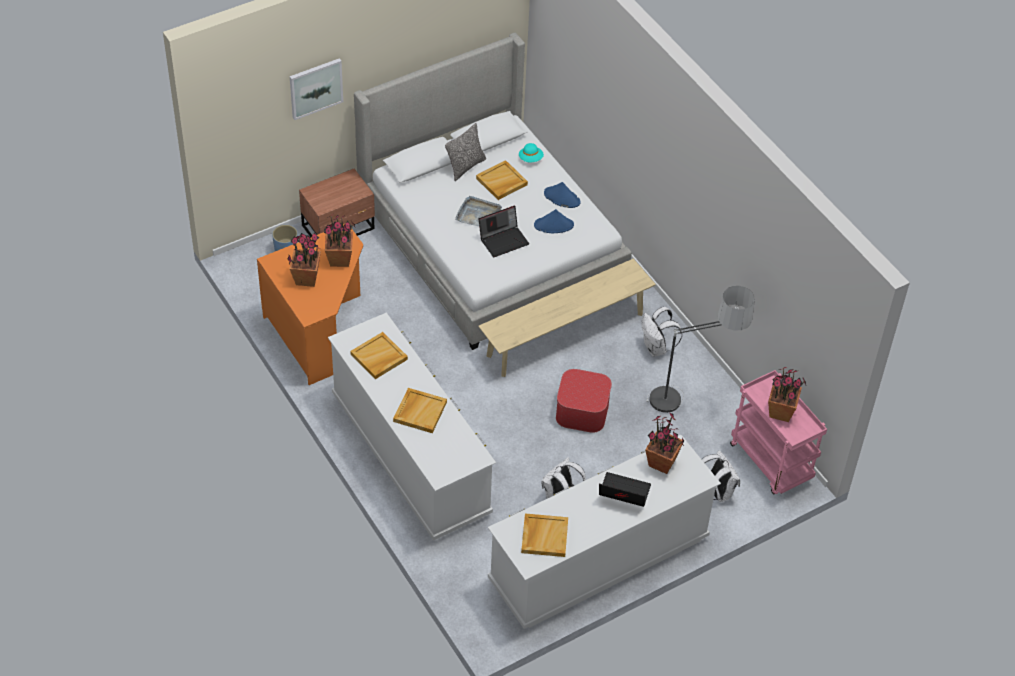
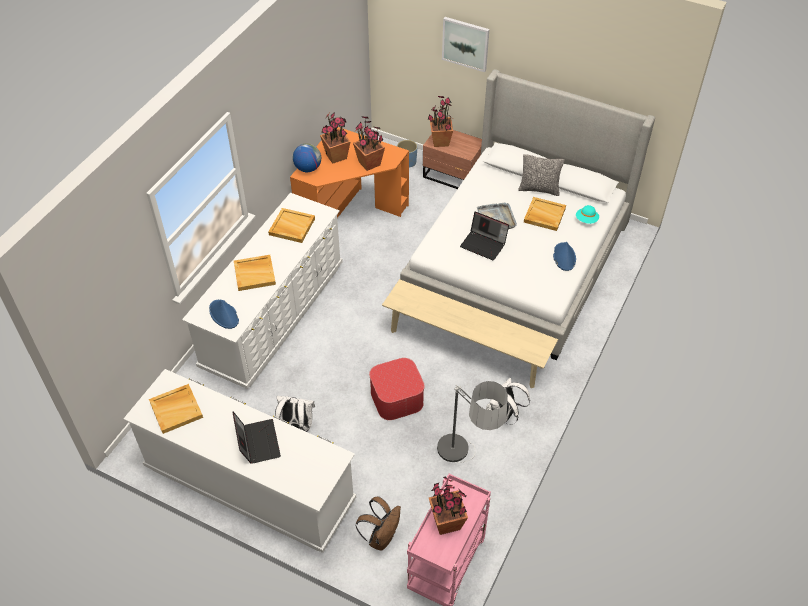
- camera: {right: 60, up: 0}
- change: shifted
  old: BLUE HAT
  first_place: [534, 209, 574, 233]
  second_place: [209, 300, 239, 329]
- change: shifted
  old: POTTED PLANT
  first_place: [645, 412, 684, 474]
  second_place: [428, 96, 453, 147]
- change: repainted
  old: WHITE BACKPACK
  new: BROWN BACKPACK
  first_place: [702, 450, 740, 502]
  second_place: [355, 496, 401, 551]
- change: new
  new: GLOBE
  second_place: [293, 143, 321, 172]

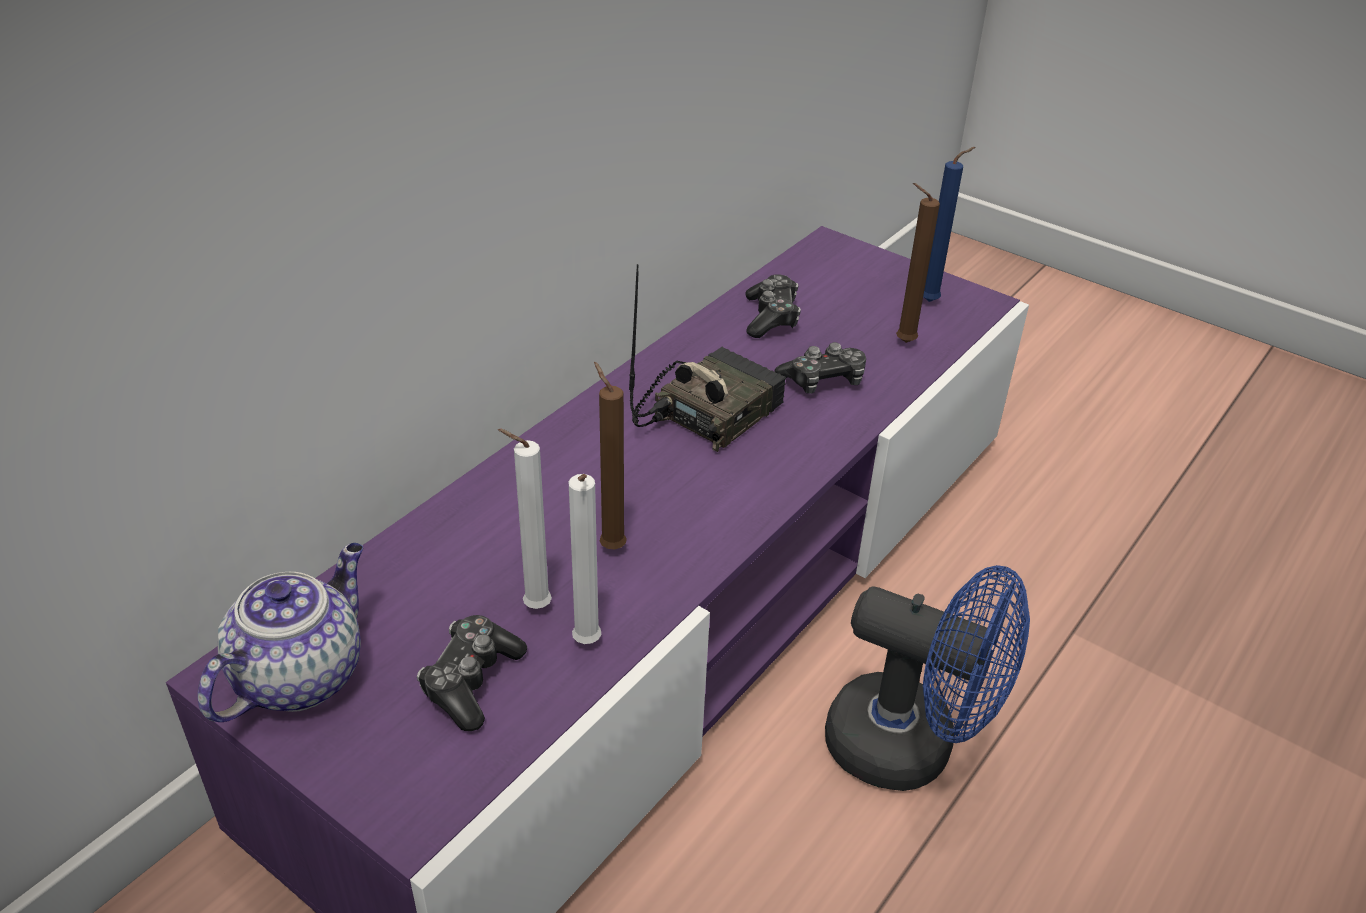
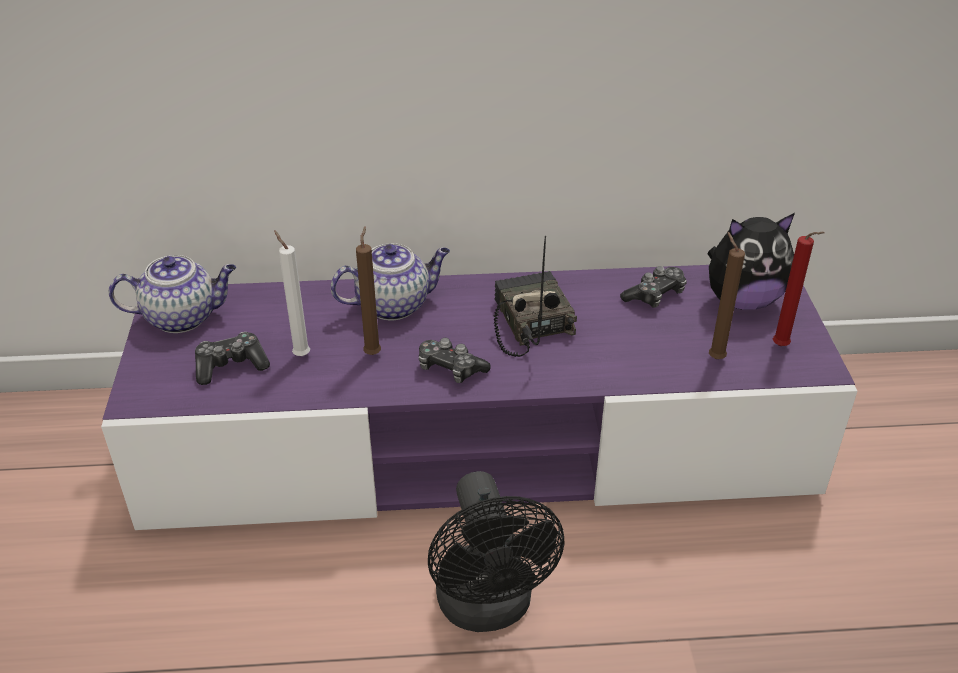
- camera: {right: 50, up: 0}
- change: gone
  old: WHITE CANDLE
  first_place: [568, 474, 601, 644]
- change: rotated
  old: RADIO
  first_place: [629, 264, 786, 452]
  second_place: [493, 236, 577, 357]
  degrees: -105
- change: shifted
  old: GAME CONTROLLER
  first_place: [775, 342, 866, 394]
  second_place: [419, 338, 491, 383]
- change: repainted
  old: BLUE FAN
  new: BLACK FAN
  first_place: [825, 565, 1030, 791]
  second_place: [428, 471, 565, 632]
- change: repainted
  old: BLUE CANDLE
  new: RED CANDLE
  first_place: [923, 147, 975, 302]
  second_place: [773, 232, 825, 346]
- change: new
  new: TEAPOT
  second_place: [331, 243, 450, 320]
- change: new
  new: PLUSH TOY
  second_place: [707, 213, 795, 310]

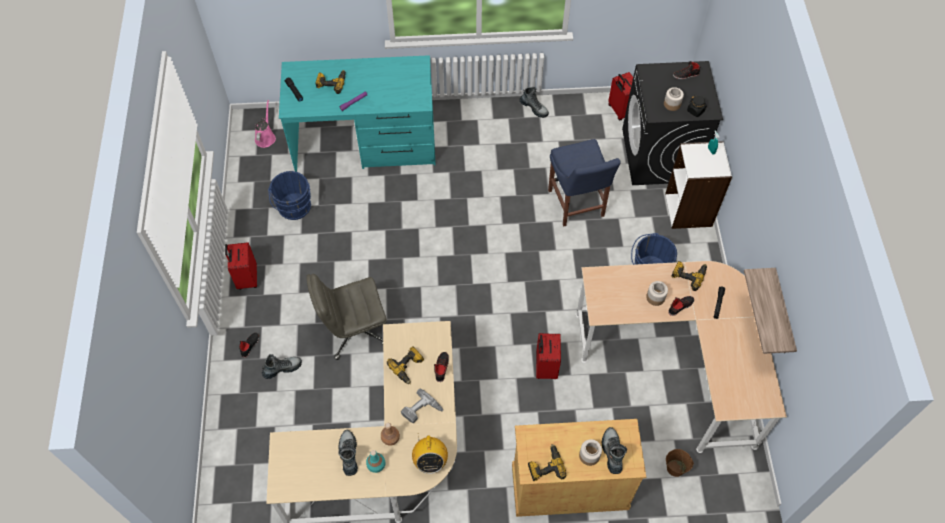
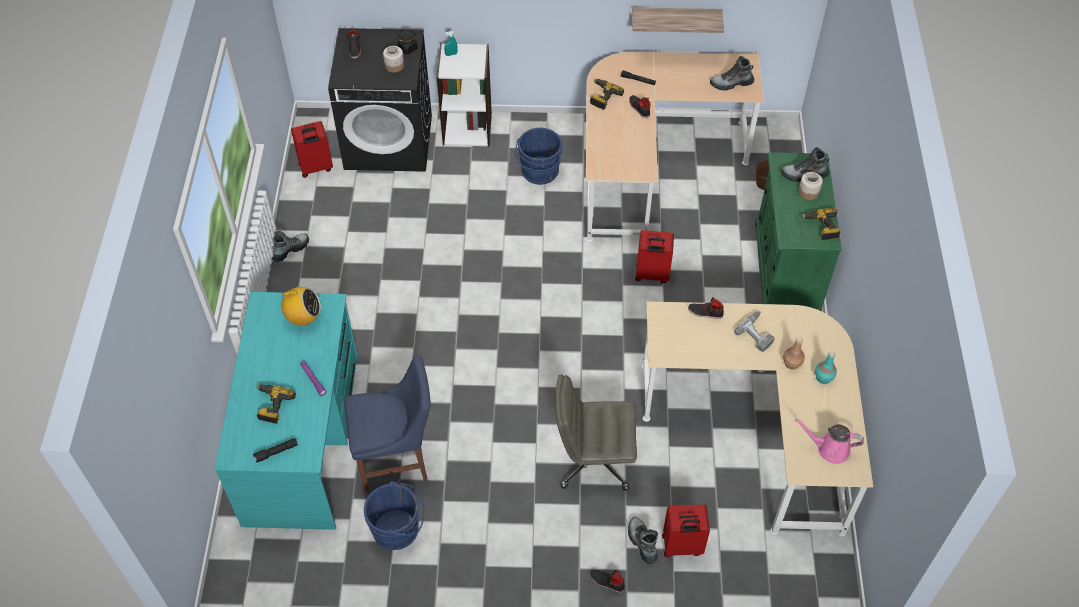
- camera: {right: -85, up: -5}
- change: shifted
  old: RED SUITCASE
  first_place: [225, 242, 257, 290]
  second_place: [662, 505, 710, 557]
- change: shifted
  old: PINK WATERING CAN
  first_place: [255, 100, 276, 148]
  second_place: [795, 419, 864, 464]
- change: rotated
  old: GREY OFFICE CHAIR
  first_place: [306, 274, 387, 360]
  second_place: [555, 374, 637, 491]
  degrees: 105
- change: shifted
  old: BOOT
  first_place: [338, 430, 358, 476]
  second_place: [710, 56, 754, 90]
- change: gone
  old: POWER DRILL
  first_place: [387, 346, 424, 384]
- change: shifted
  old: RADIO
  first_place: [412, 433, 448, 474]
  second_place: [277, 287, 321, 325]
- change: repainted
  old: BEIGE CABINET
  new: GREEN CABINET
  first_place: [512, 419, 646, 517]
  second_place: [755, 152, 842, 311]
- change: shifted
  old: BLUE CHAIR
  first_place: [548, 139, 621, 227]
  second_place: [344, 356, 431, 493]
- change: gone
  old: JAR
  first_place: [646, 281, 668, 306]

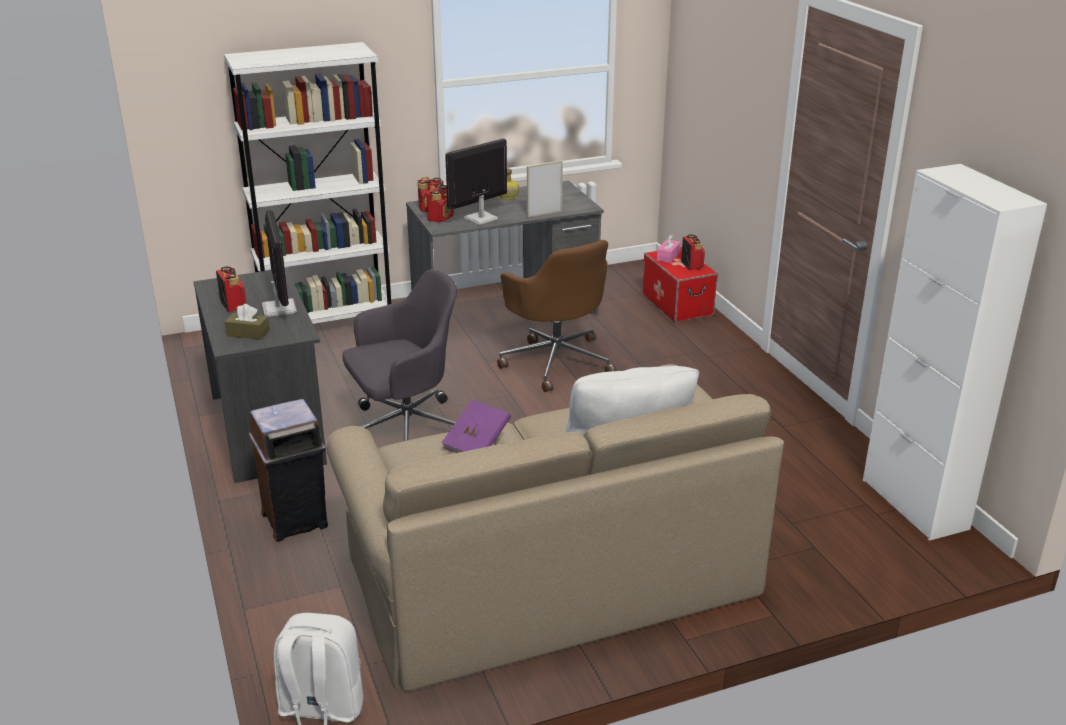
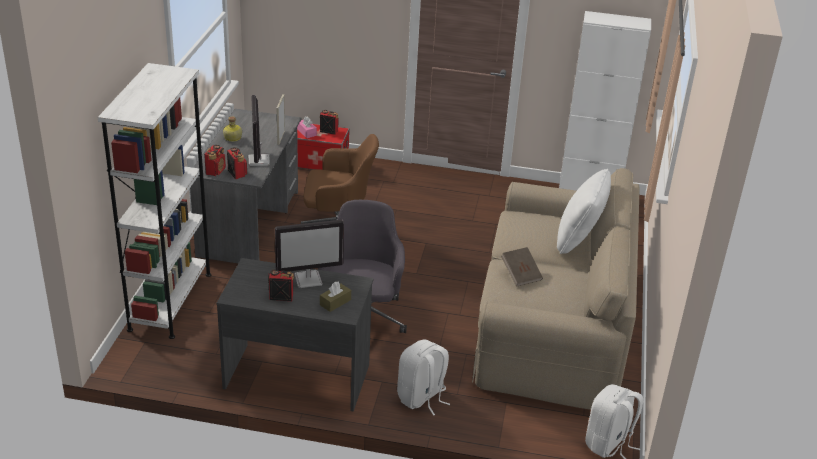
- camera: {right: -60, up: 5}
- change: swapped
  old: BROWN TRASH CAN
  new: WHITE BACKPACK
  first_place: [249, 399, 328, 541]
  second_place: [397, 339, 450, 416]
- change: rotated
  old: MONITOR
  first_place: [262, 210, 297, 317]
  second_place: [275, 219, 344, 288]
  degrees: 150
- change: repainted
  old: PURPLE BOOK
  new: BROWN BOOK
  first_place: [441, 400, 511, 453]
  second_place: [501, 247, 543, 287]

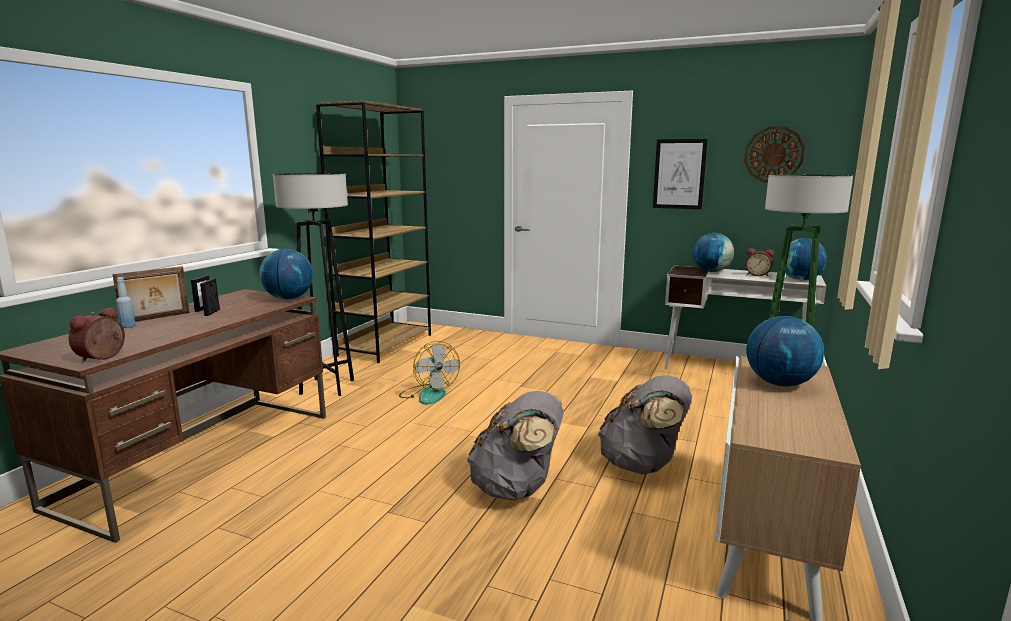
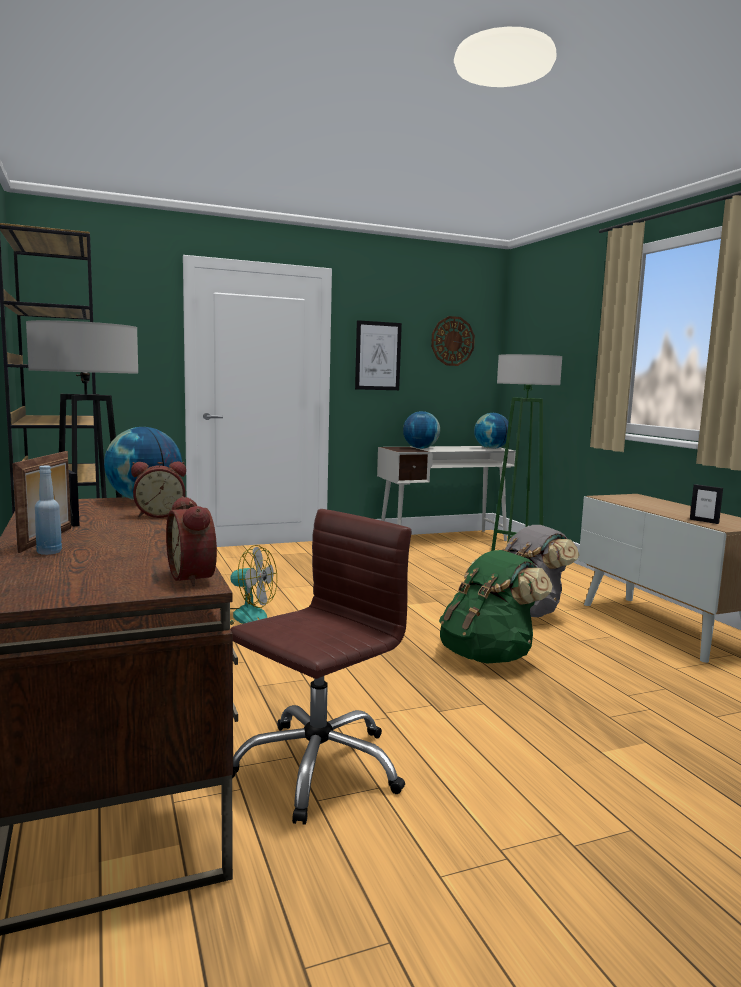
- camera: {right: -45, up: -5}
- change: shifted
  old: PICTURE FRAME
  first_place: [200, 278, 220, 316]
  second_place: [690, 484, 723, 524]
- change: repainted
  old: GREY BACKPACK
  new: GREEN BACKPACK
  first_place: [467, 391, 564, 500]
  second_place: [439, 550, 552, 664]
- change: shifted
  old: ALARM CLOCK
  first_place: [746, 248, 774, 276]
  second_place: [131, 461, 186, 518]
- change: gone
  old: GLOBE
  first_place: [746, 316, 824, 387]
- change: new
  new: BROWN OFFICE CHAIR
  second_place: [230, 509, 411, 825]

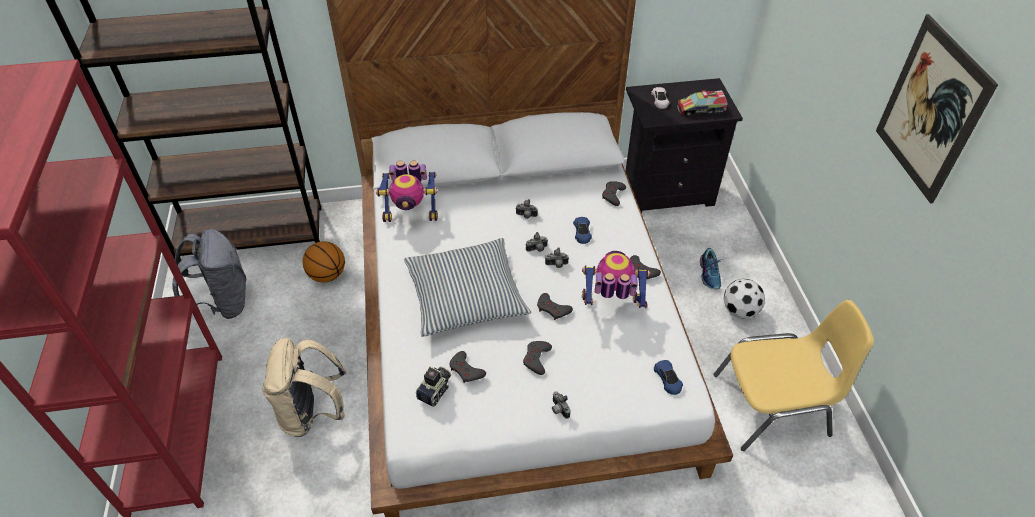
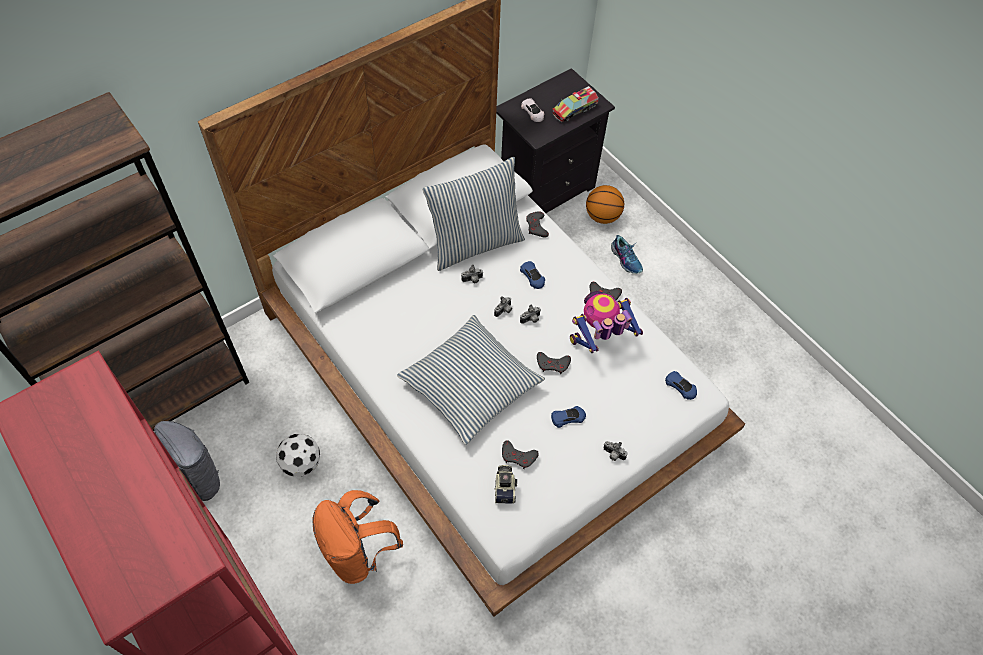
- camera: {right: -30, up: 10}
- change: repainted
  old: BEIGE BACKPACK
  new: ORANGE BACKPACK
  first_place: [262, 337, 346, 437]
  second_place: [312, 490, 403, 584]
- change: shifted
  old: BASKETBALL
  first_place: [303, 241, 345, 283]
  second_place: [586, 185, 624, 224]
- change: gone
  old: TOY ROBOT
  first_place: [376, 161, 438, 222]
- change: swapped
  old: GREY GAME CONTROLLER
  new: BLUE TOY CAR
  first_place: [523, 341, 552, 375]
  second_place: [551, 406, 586, 428]
- change: gone
  old: YELLOW CHAIR
  first_place: [713, 300, 874, 451]
- change: shifted
  old: FOOTBALL
  first_place: [724, 279, 765, 319]
  second_place: [276, 434, 320, 477]
- change: gone
  old: PICTURE
  first_place: [876, 14, 998, 204]
- change: new
  new: PILLOW
  second_place: [422, 157, 525, 271]

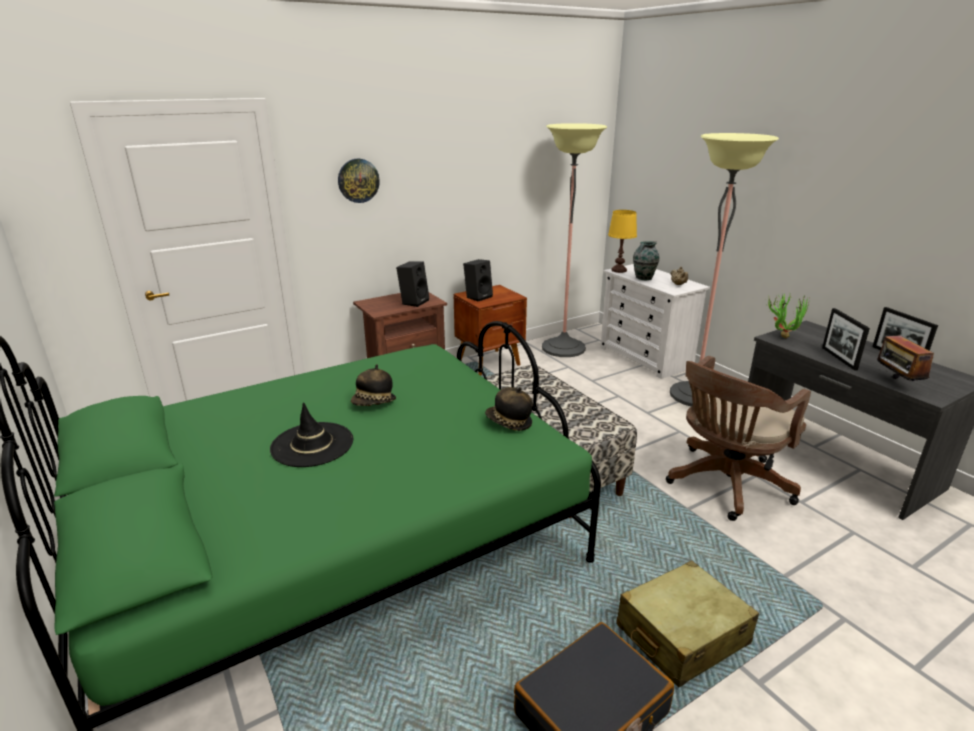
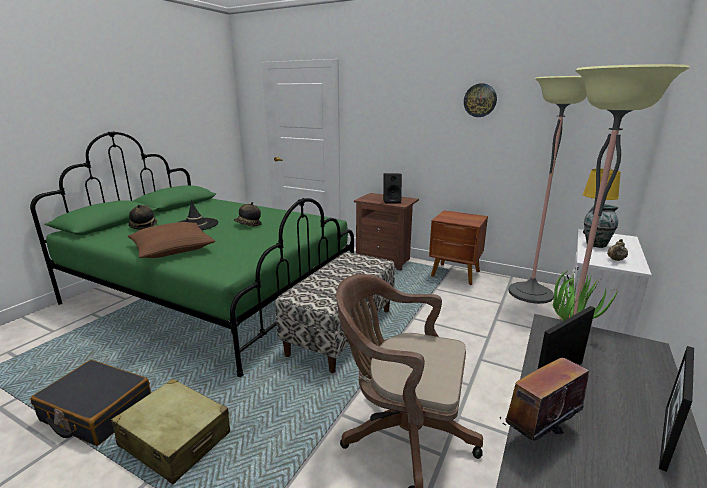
- camera: {right: 60, up: -5}
- change: shifted
  old: WALL CLOCK
  first_place: [338, 159, 380, 203]
  second_place: [464, 83, 497, 117]
- change: gone
  old: BLACK SPEAKER
  first_place: [463, 259, 493, 301]
- change: shifted
  old: HAT
  first_place: [485, 387, 533, 431]
  second_place: [128, 204, 158, 230]
- change: new
  new: BROWN PILLOW
  second_place: [128, 222, 215, 258]

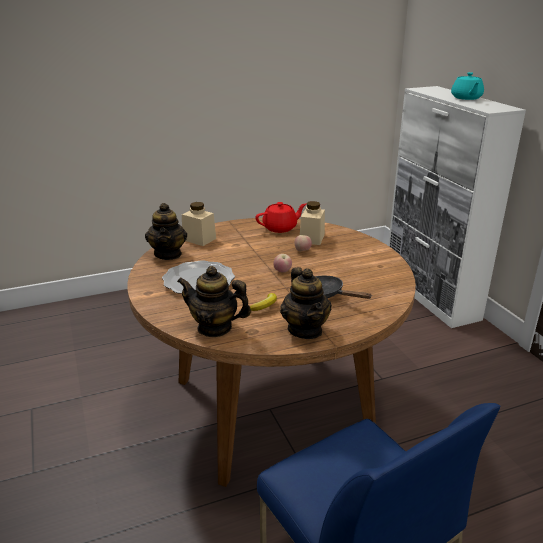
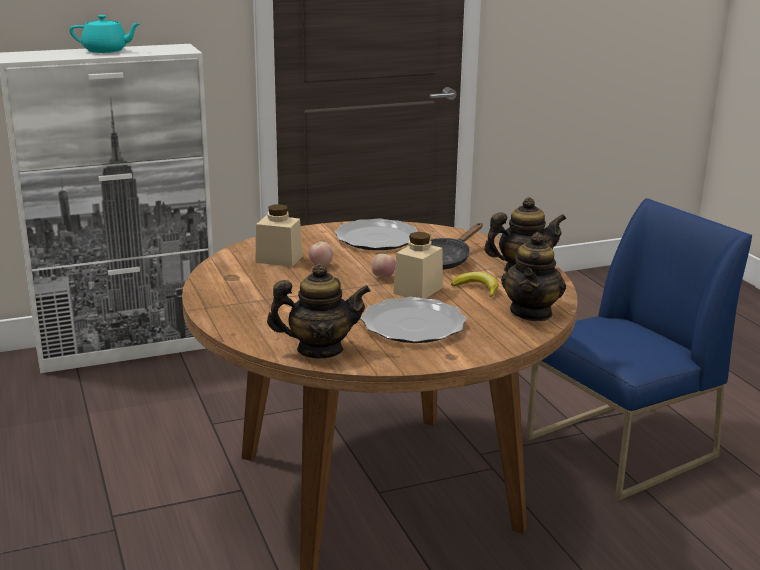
- camera: {right: -90, up: -5}
- change: shifted
  old: BEIGE JAR
  first_place: [182, 202, 216, 246]
  second_place: [393, 232, 443, 299]
- change: gone
  old: RED TEAPOT
  first_place: [255, 202, 306, 233]
- change: new
  new: PLATE
  second_place: [334, 219, 418, 250]

